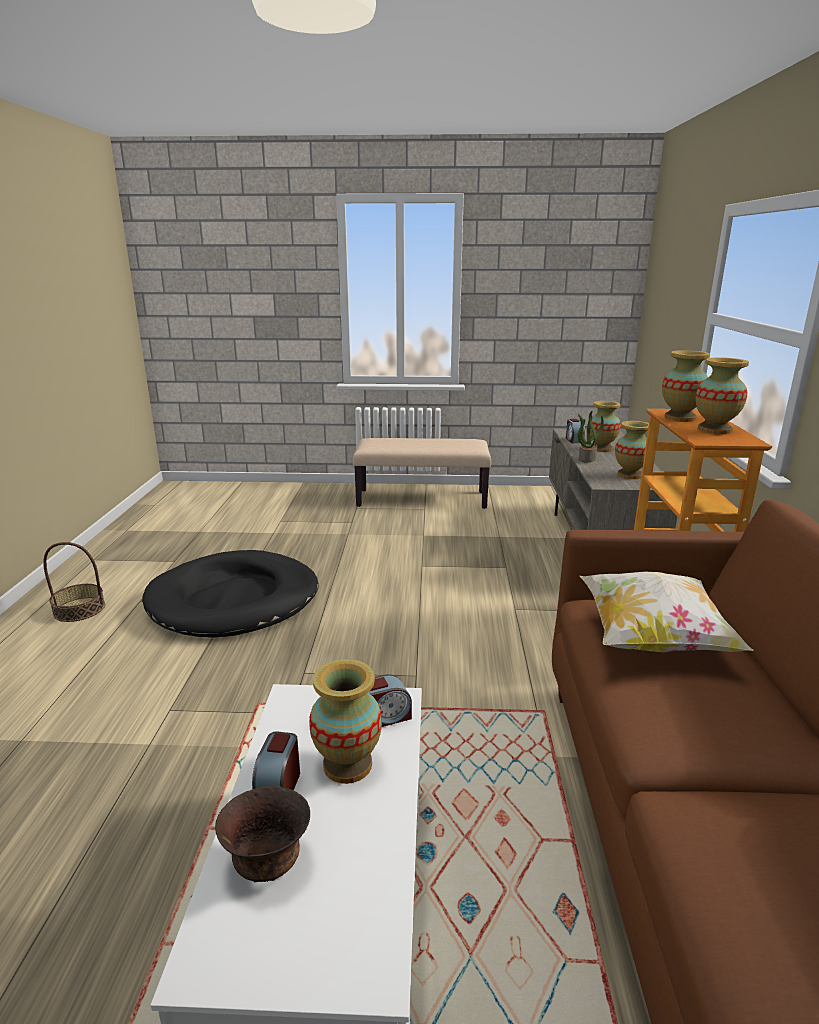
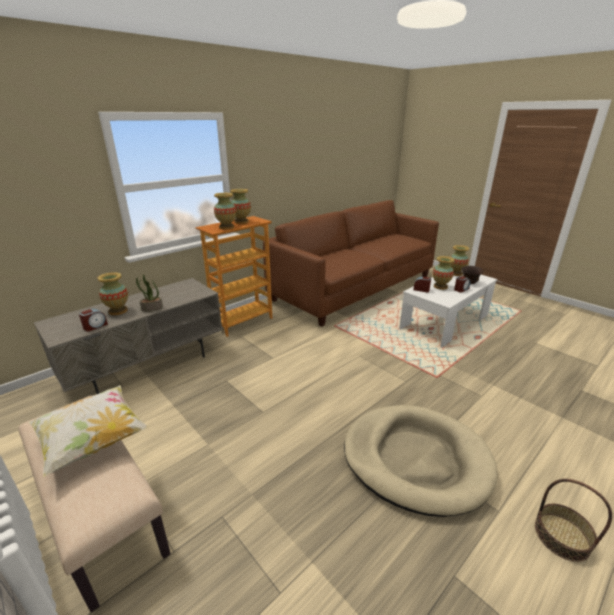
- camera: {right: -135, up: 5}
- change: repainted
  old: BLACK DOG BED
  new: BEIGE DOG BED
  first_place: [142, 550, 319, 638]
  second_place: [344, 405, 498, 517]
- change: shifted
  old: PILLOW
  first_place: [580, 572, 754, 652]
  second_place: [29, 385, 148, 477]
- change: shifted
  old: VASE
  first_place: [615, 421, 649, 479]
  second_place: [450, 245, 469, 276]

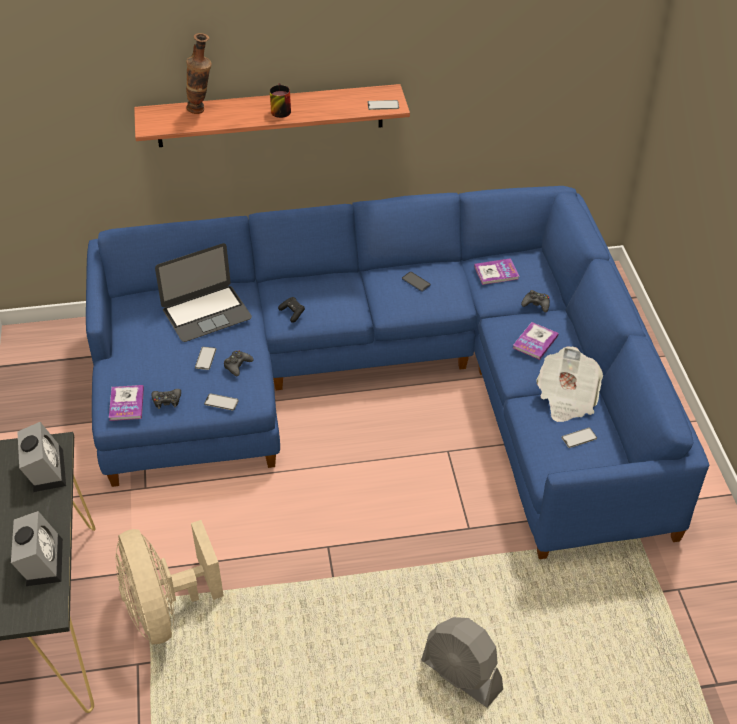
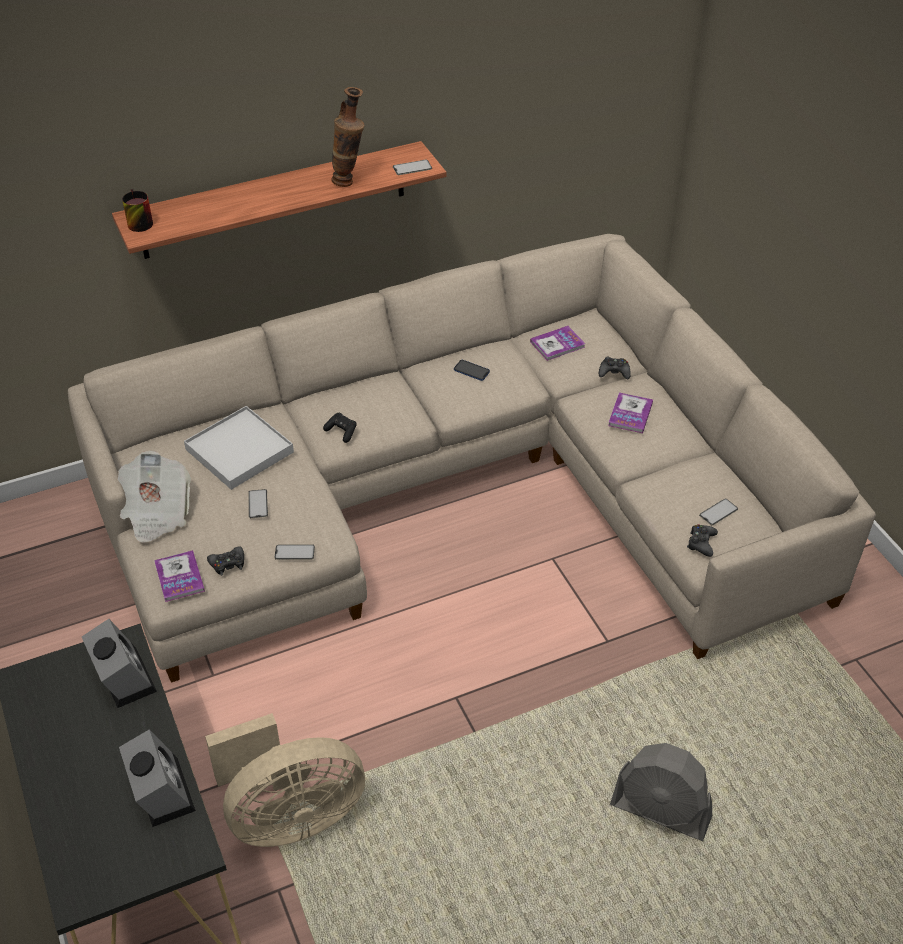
- camera: {right: -15, up: 0}
- change: repainted
  old: BLUE SOFA
  new: BEIGE SOFA
  first_place: [86, 186, 709, 559]
  second_place: [68, 234, 876, 683]
- change: rotated
  old: BEIGE FAN
  first_place: [116, 520, 224, 644]
  second_place: [205, 713, 365, 847]
  degrees: -75
- change: swapped
  old: LAPTOP
  new: WHITE TRAY
  first_place: [155, 243, 252, 342]
  second_place: [184, 406, 294, 490]
- change: shifted
  old: VASE
  first_place: [186, 33, 212, 114]
  second_place: [332, 87, 364, 187]
- change: shifted
  old: BLACK GAME CONTROLLER
  first_place: [224, 350, 254, 376]
  second_place: [687, 524, 718, 557]
- change: shifted
  old: MUG
  first_place: [270, 83, 291, 118]
  second_place: [122, 189, 153, 232]
- change: shifted
  old: NEWSPAPER
  first_place: [536, 346, 603, 422]
  second_place: [117, 451, 191, 543]

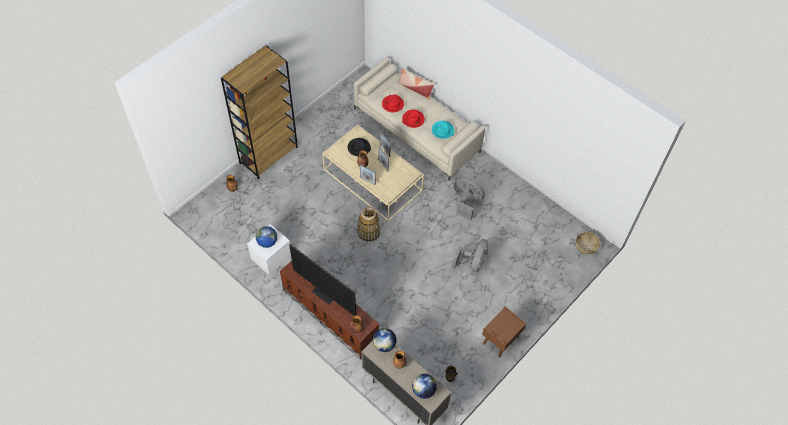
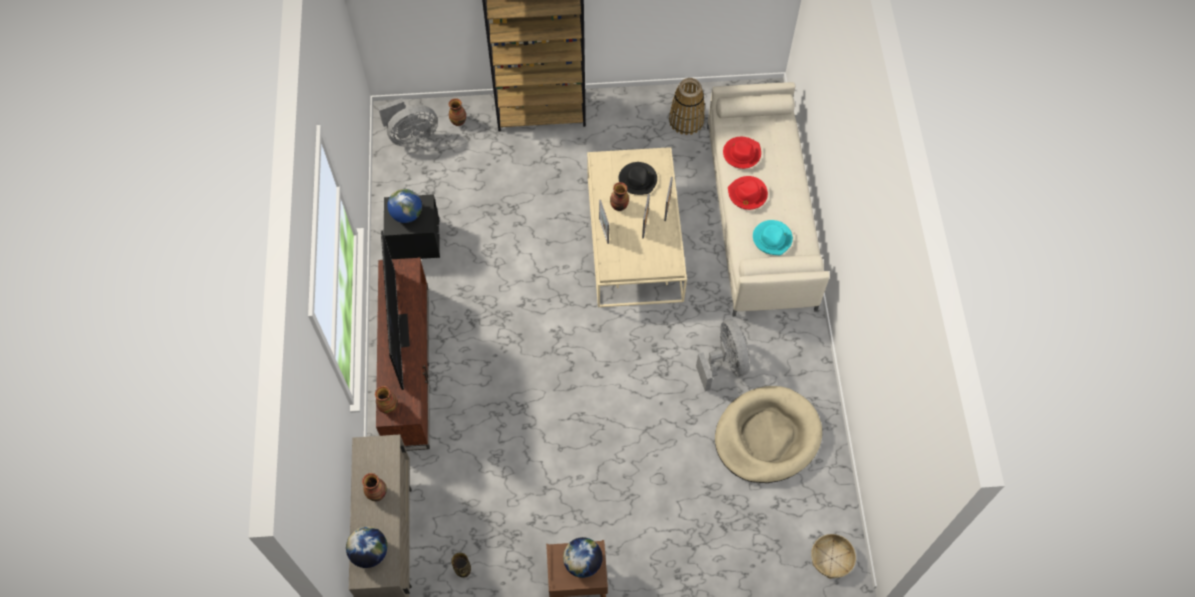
- camera: {right: 45, up: 5}
- change: repainted
  old: WHITE NIGHTSTAND
  new: BLACK NIGHTSTAND
  first_place: [247, 224, 291, 276]
  second_place: [384, 194, 440, 259]
- change: shifted
  old: BASKET
  first_place: [357, 207, 380, 242]
  second_place: [669, 78, 705, 135]
- change: shifted
  old: GLOBE
  first_place: [373, 328, 397, 352]
  second_place: [563, 537, 603, 578]
- change: gone
  old: PILLOW
  first_place: [397, 68, 435, 100]
- change: shifted
  old: GREY FAN
  first_place: [452, 239, 488, 272]
  second_place: [378, 98, 438, 146]
- change: new
  new: BEIGE DOG BED
  second_place: [715, 386, 822, 483]

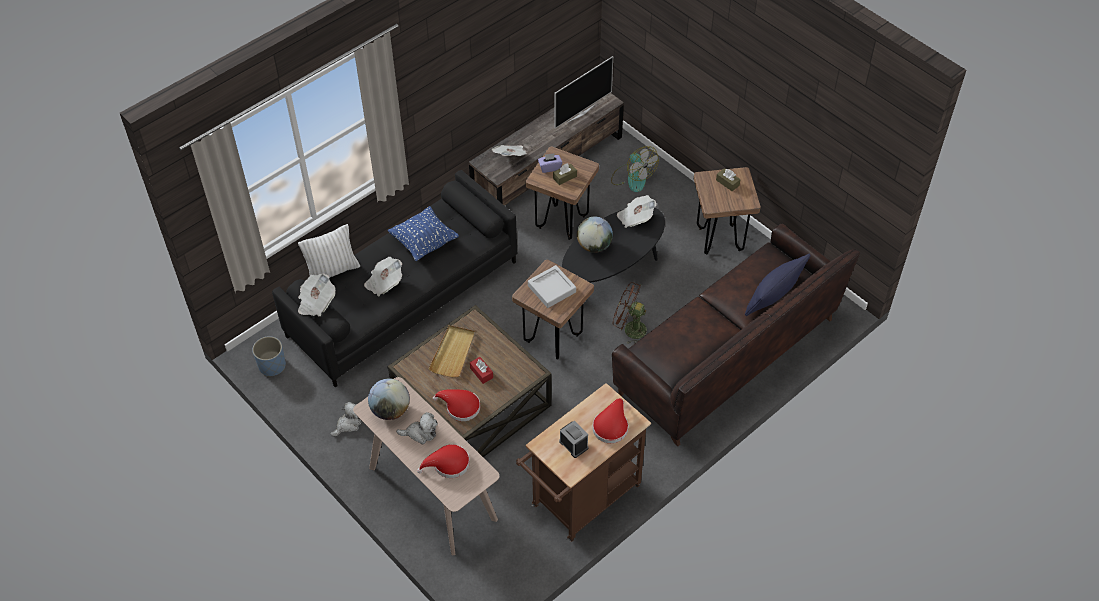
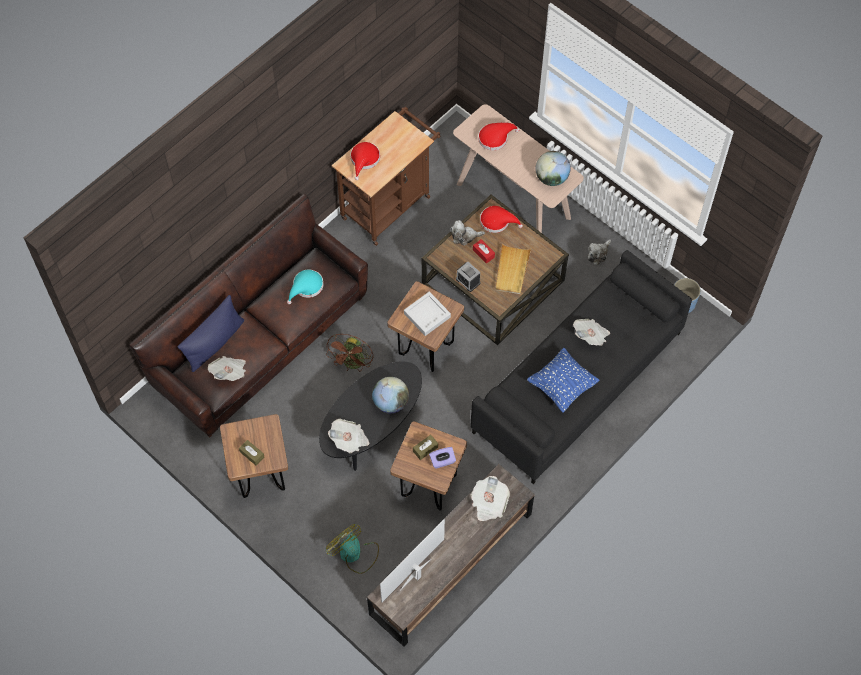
- camera: {right: 175, up: 10}
- change: gone
  old: WHITE PILLOW
  first_place: [298, 224, 360, 278]
- change: shifted
  old: NEWSPAPER
  first_place: [298, 274, 335, 317]
  second_place: [208, 356, 246, 381]
- change: shifted
  old: PLUSH TOY
  first_place: [396, 412, 438, 444]
  second_place: [450, 220, 485, 245]
- change: shifted
  old: ALARM CLOCK
  first_place: [559, 420, 589, 458]
  second_place: [456, 262, 481, 292]
- change: rotated
  old: BROWN FAN
  first_place: [613, 282, 647, 344]
  second_place: [326, 334, 373, 371]
  degrees: 90
- change: new
  new: TURQUOISE HAT
  second_place: [287, 269, 323, 304]

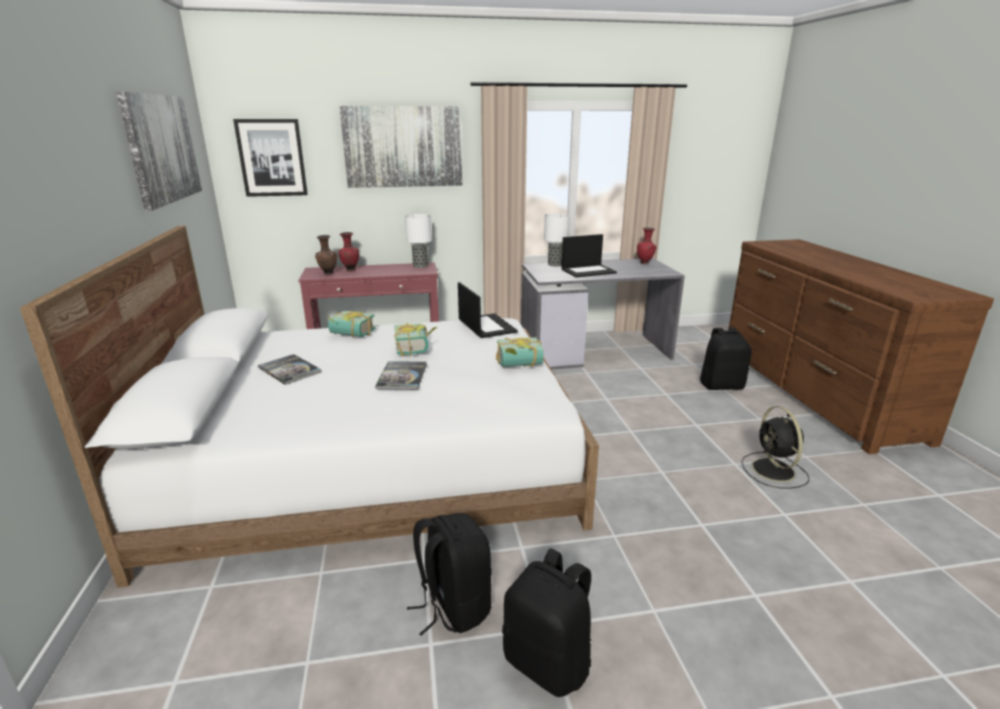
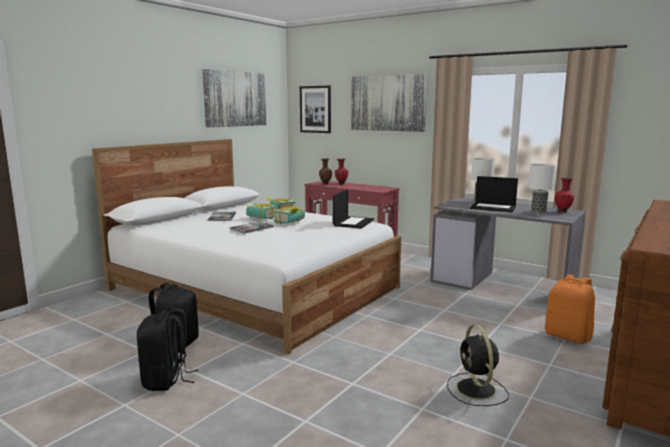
- camera: {right: 45, up: -10}
- change: shifted
  old: TABLE LAMP
  first_place: [405, 214, 432, 268]
  second_place: [528, 164, 556, 213]
- change: shifted
  old: BOOK
  first_place: [496, 337, 544, 367]
  second_place: [245, 203, 278, 219]
- change: repainted
  old: BLACK BACKPACK
  new: ORANGE BACKPACK
  first_place: [700, 328, 752, 390]
  second_place: [545, 274, 595, 344]
- change: rotated
  old: BLACK FAN
  first_place: [741, 406, 809, 488]
  second_place: [447, 325, 509, 406]
  degrees: -45

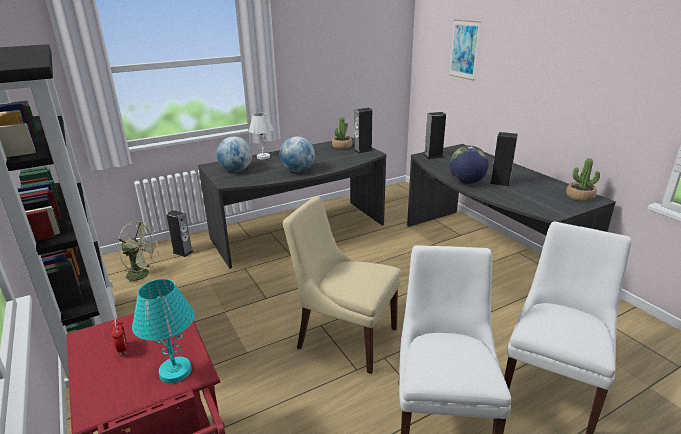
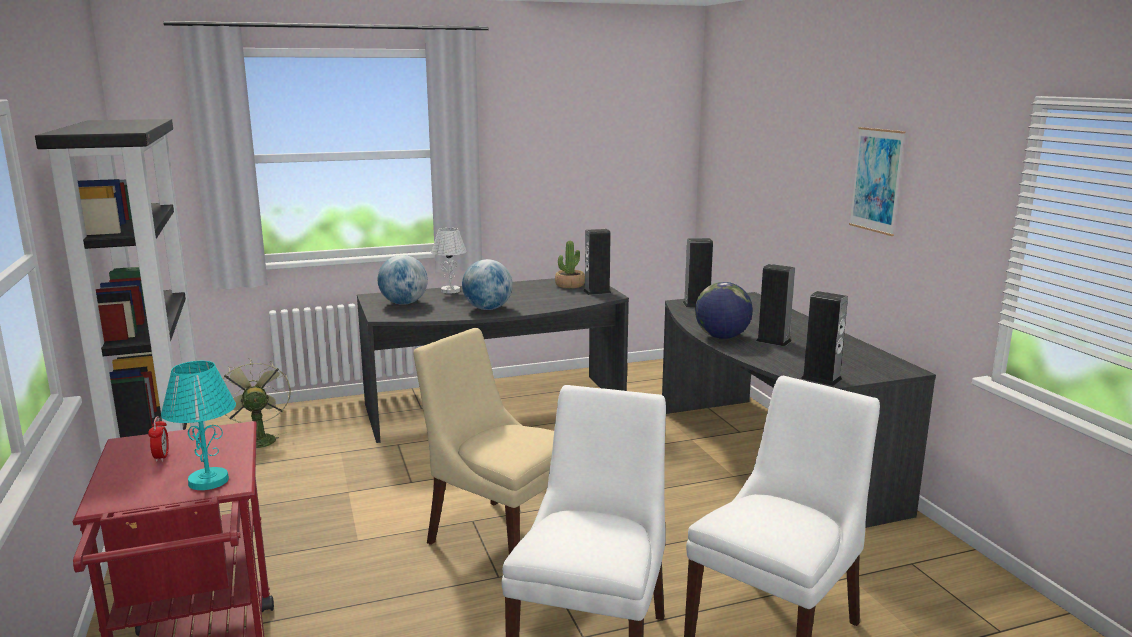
- camera: {right: 10, up: -10}
- change: rotated
  old: GREEN FAN
  first_place: [118, 221, 160, 286]
  second_place: [223, 358, 291, 448]
  degrees: -135
- change: shifted
  old: SPEAKER
  first_place: [166, 210, 193, 257]
  second_place: [801, 291, 848, 386]
- change: shifted
  old: PICTURE
  first_place: [449, 19, 481, 80]
  second_place: [849, 127, 906, 236]
- change: gone
  old: POTTED PLANT
  first_place: [566, 158, 600, 202]

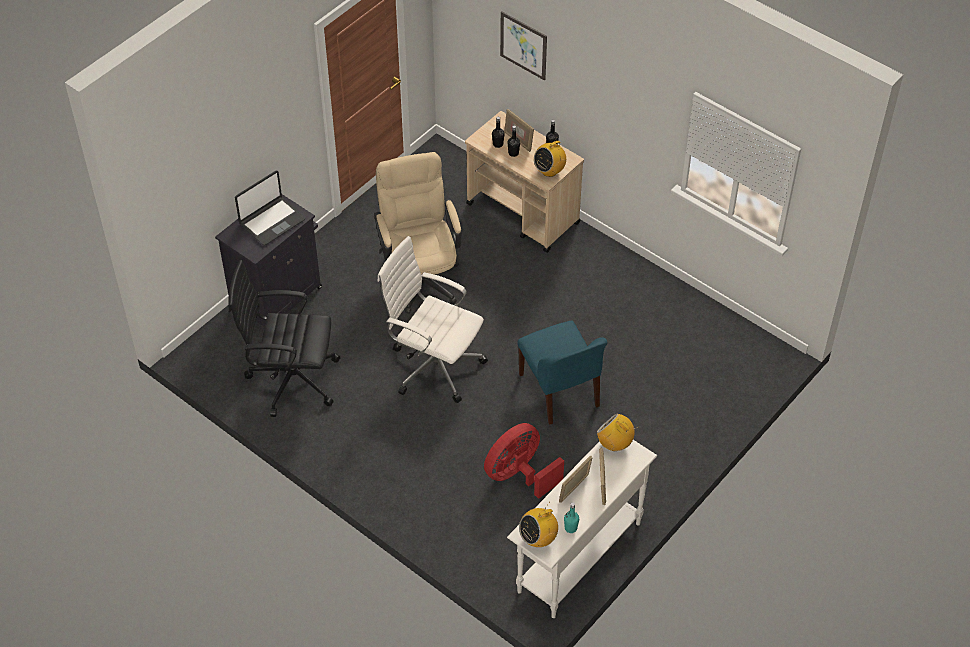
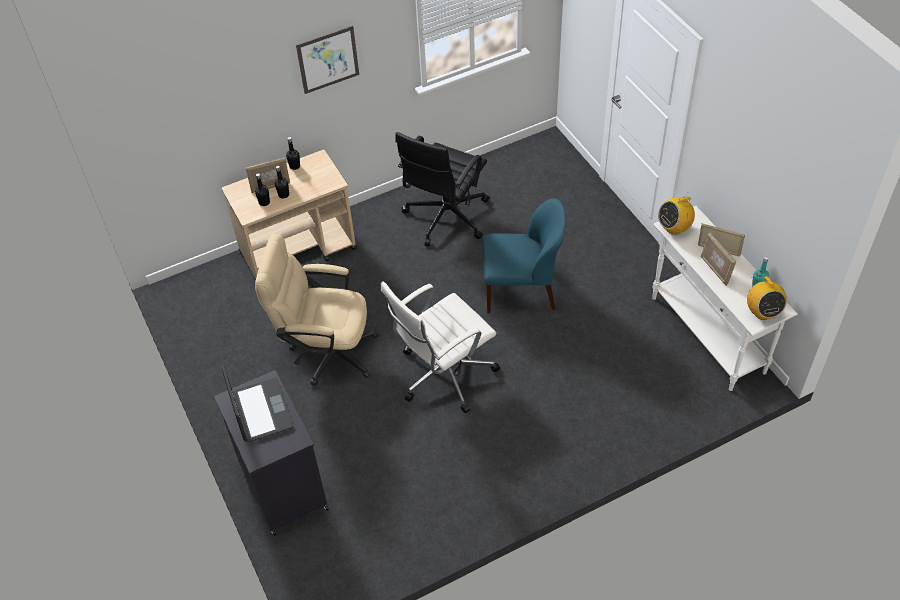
- camera: {right: -65, up: 0}
- change: shifted
  old: BLACK OFFICE CHAIR
  first_place: [228, 260, 341, 417]
  second_place: [396, 132, 489, 246]
- change: gone
  old: RED FAN
  first_place: [484, 423, 564, 499]
- change: shifted
  old: PICTURE
  first_place: [500, 11, 547, 81]
  second_place: [296, 25, 359, 94]
- change: gone
  old: RADIO
  first_place: [534, 138, 566, 177]

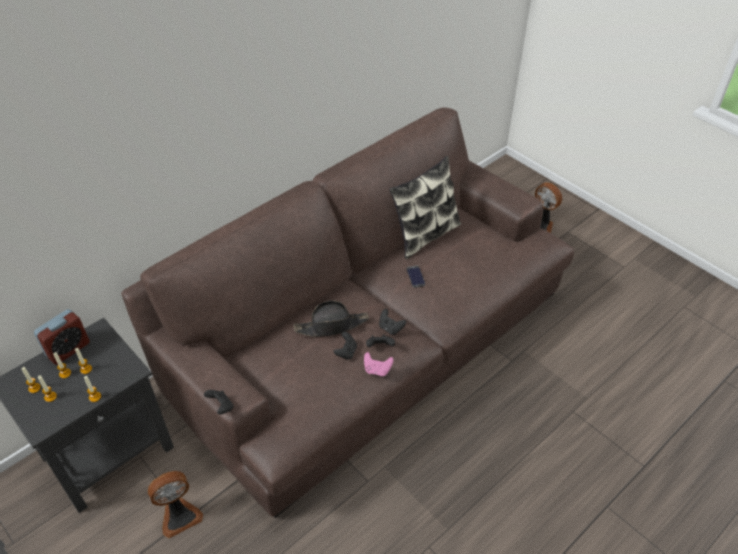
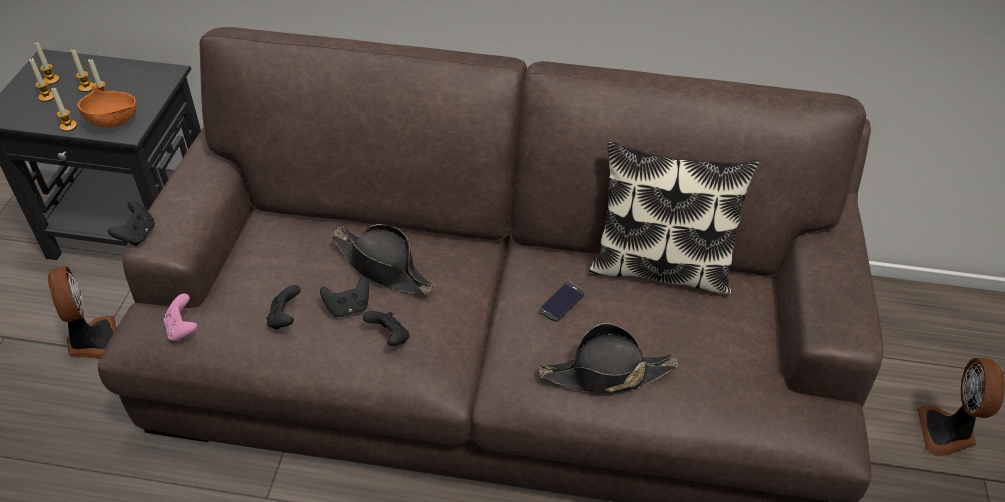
- camera: {right: 50, up: 0}
- change: gone
  old: ALARM CLOCK
  first_place: [34, 309, 90, 365]
- change: rotated
  old: FAN
  first_place: [148, 471, 203, 538]
  second_place: [48, 266, 117, 359]
  degrees: -135
- change: shifted
  old: PINK GAME CONTROLLER
  first_place: [364, 352, 393, 376]
  second_place: [164, 294, 197, 342]
- change: shifted
  old: BLACK GAME CONTROLLER
  first_place: [379, 309, 406, 335]
  second_place: [266, 285, 301, 330]
- change: new
  new: ORANGE BOWL
  second_place: [77, 85, 136, 128]
- change: new
  new: BLACK HAT
  second_place: [538, 323, 678, 393]

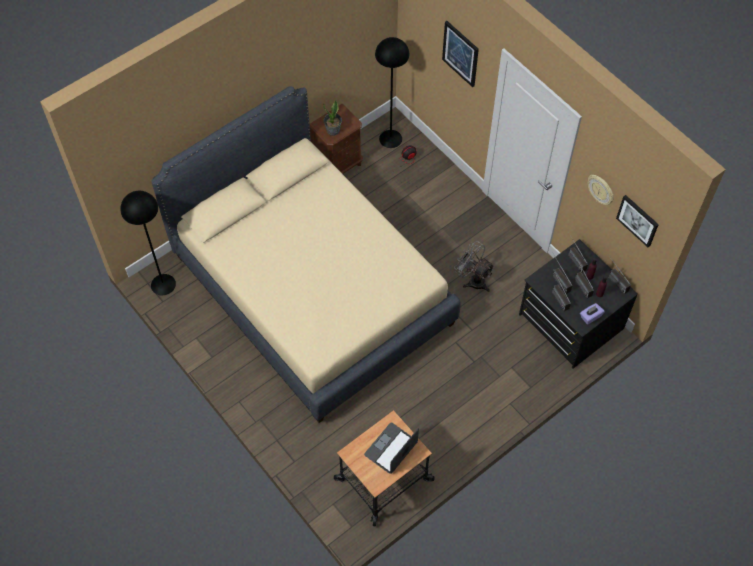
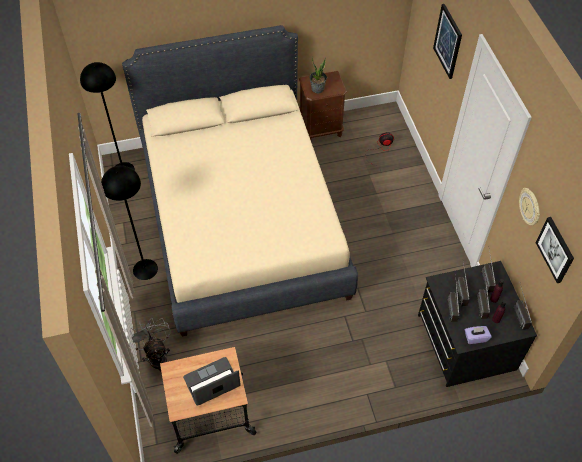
- camera: {right: 25, up: -5}
- change: shifted
  old: BLACK FLOOR LAMP
  first_place: [375, 37, 409, 148]
  second_place: [101, 165, 158, 280]
- change: shifted
  old: GREY FAN
  first_place: [454, 241, 495, 292]
  second_place: [130, 318, 171, 373]

